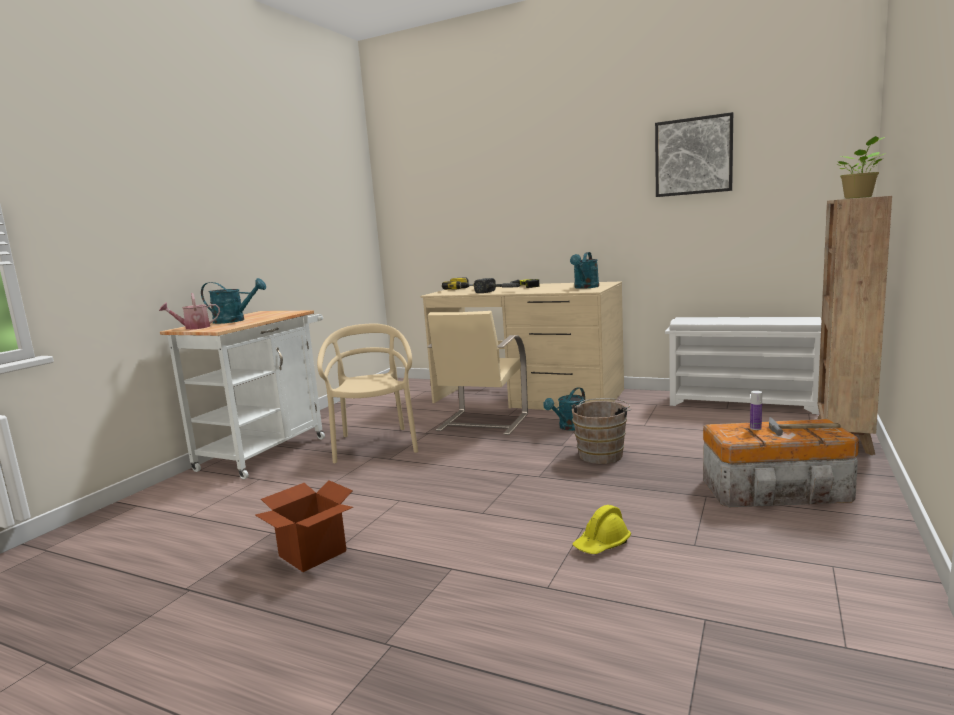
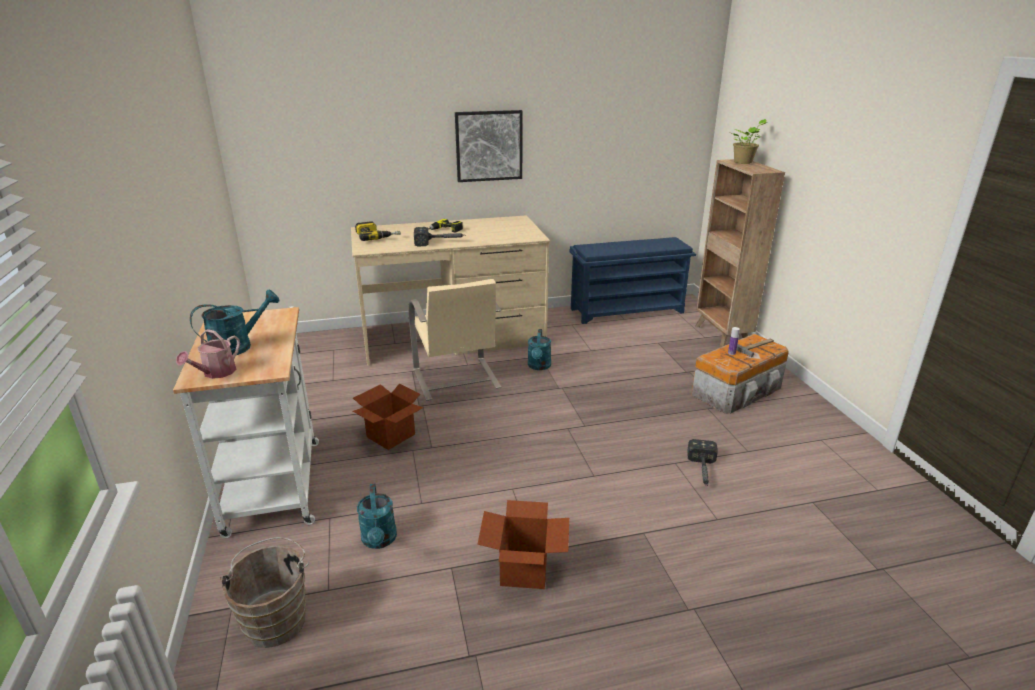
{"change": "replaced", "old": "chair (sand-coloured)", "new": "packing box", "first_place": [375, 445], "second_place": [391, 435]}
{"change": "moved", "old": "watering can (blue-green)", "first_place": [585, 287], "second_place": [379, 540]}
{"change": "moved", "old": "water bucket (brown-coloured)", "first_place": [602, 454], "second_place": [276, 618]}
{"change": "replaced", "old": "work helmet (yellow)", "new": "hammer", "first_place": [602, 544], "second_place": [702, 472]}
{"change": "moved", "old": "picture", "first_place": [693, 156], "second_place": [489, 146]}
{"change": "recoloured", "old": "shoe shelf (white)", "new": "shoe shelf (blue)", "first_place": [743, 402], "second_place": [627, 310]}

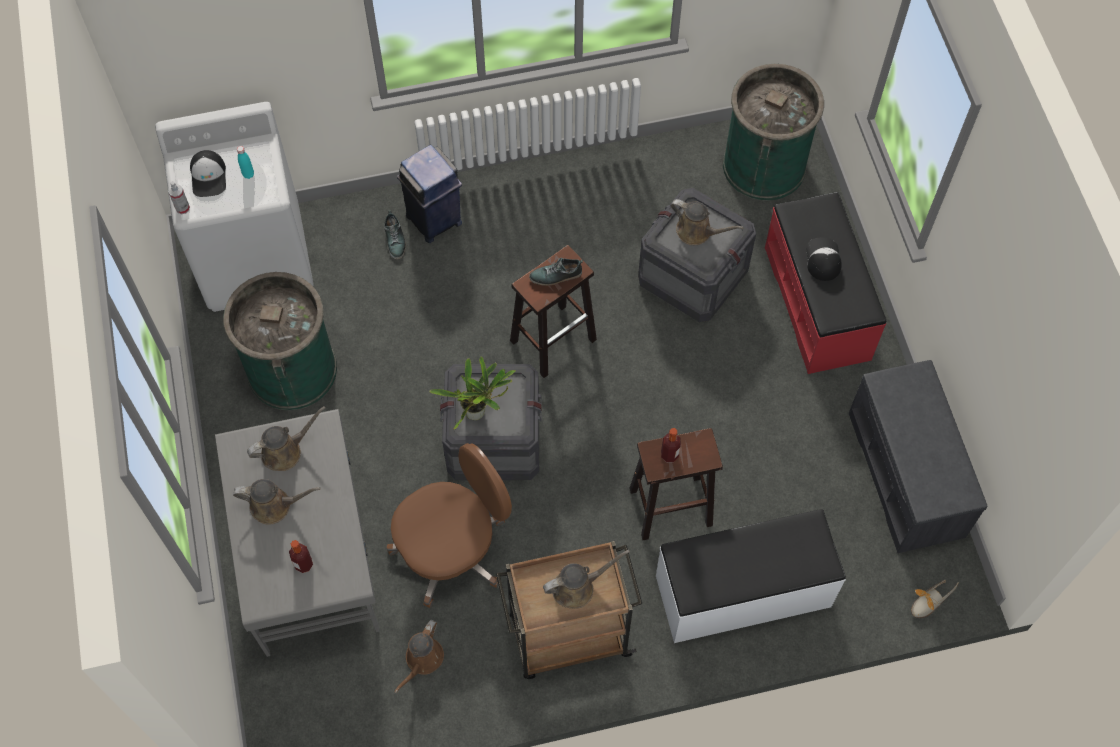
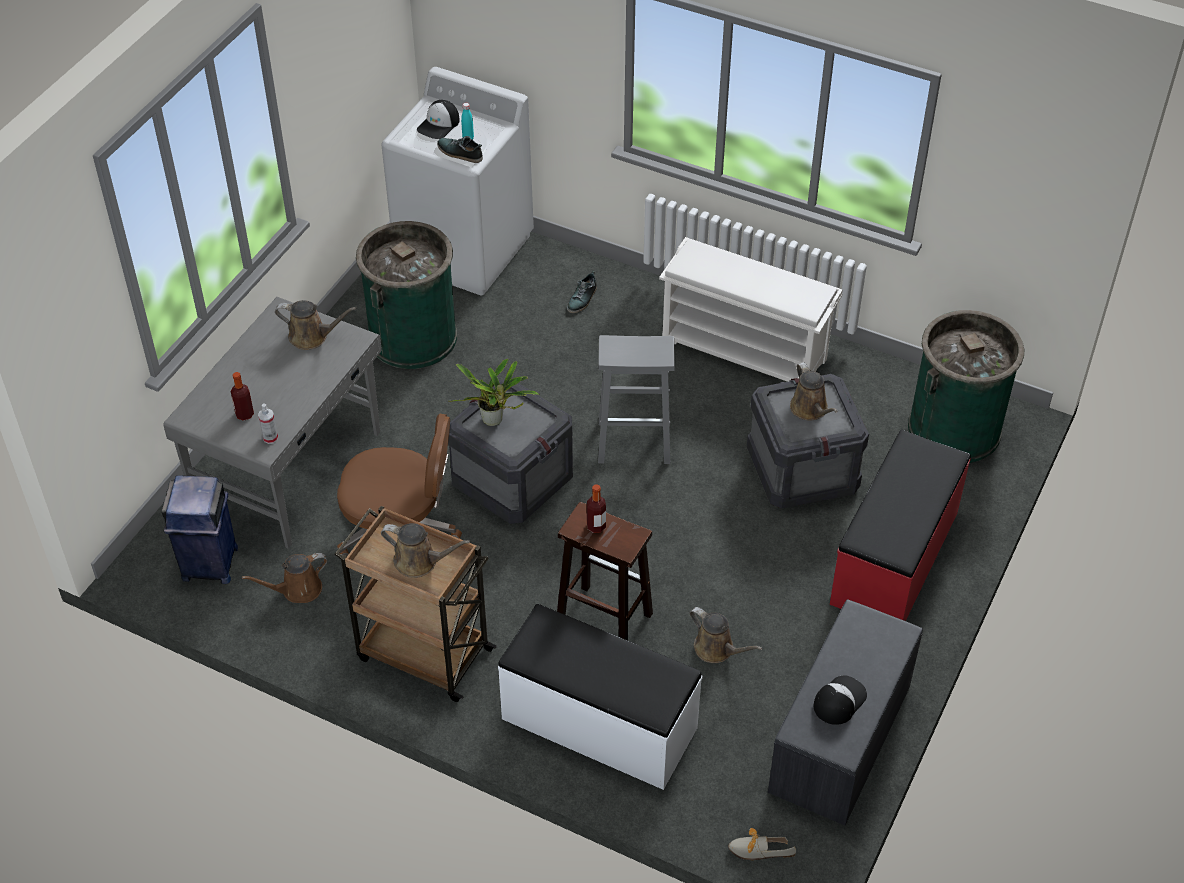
{"change": "moved", "old": "sprayer", "first_place": [182, 208], "second_place": [270, 438]}
{"change": "moved", "old": "watering can (brown-coloured)", "first_place": [275, 505], "second_place": [717, 649]}
{"change": "moved", "old": "waste bin (blue)", "first_place": [434, 220], "second_place": [209, 564]}
{"change": "recoloured", "old": "sitting stool (brown-coloured)", "new": "sitting stool (grey)", "first_place": [554, 339], "second_place": [635, 442]}
{"change": "moved", "old": "item of footwear", "first_place": [556, 276], "second_place": [459, 153]}
{"change": "moved", "old": "baseball cap", "first_place": [822, 259], "second_place": [839, 700]}
{"change": "added", "new": "shoe shelf (white)", "second_place": [746, 351]}

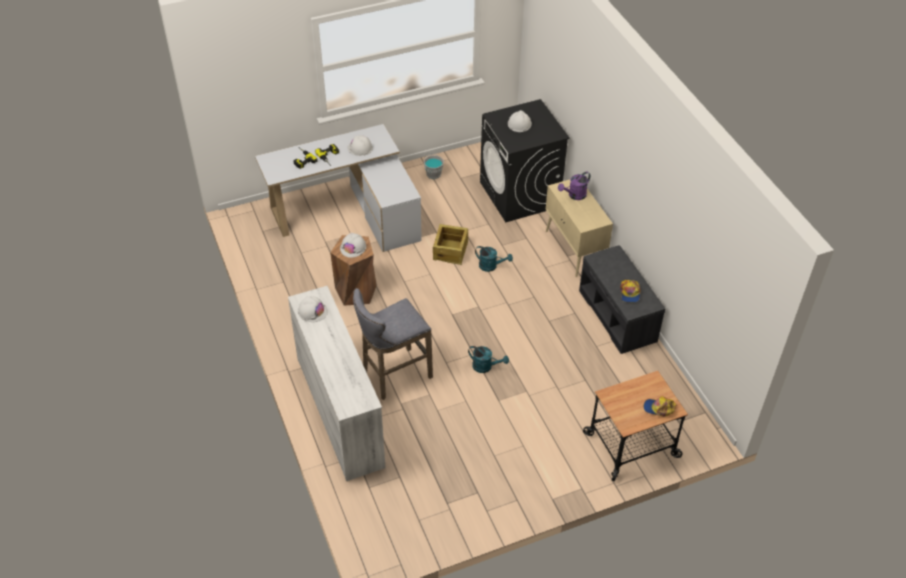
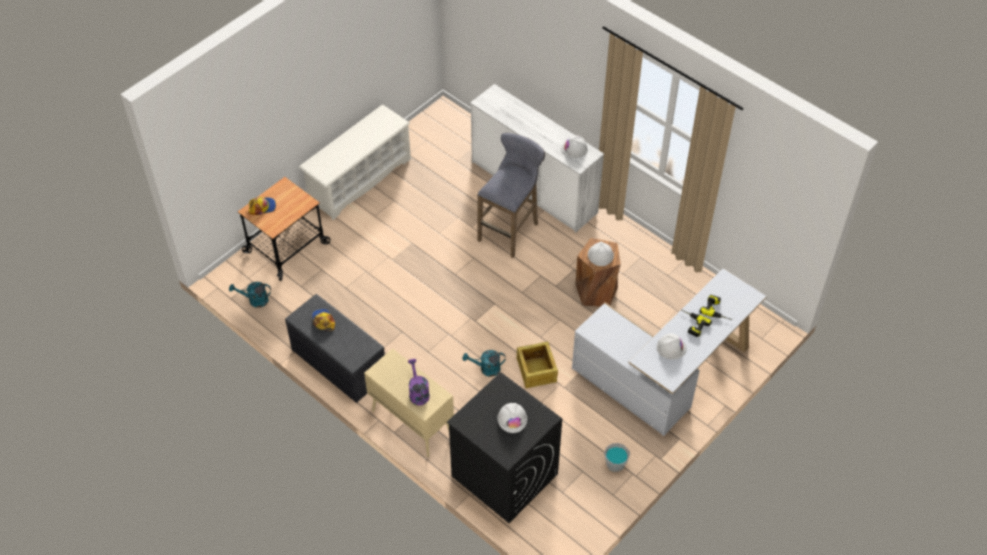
{"change": "moved", "old": "watering can (blue-green)", "first_place": [485, 367], "second_place": [254, 300]}
{"change": "turned", "old": "watering can (purple)", "first_place": [574, 195], "second_place": [418, 392], "degrees": -45}
{"change": "added", "new": "shoe shelf (white)", "second_place": [359, 179]}

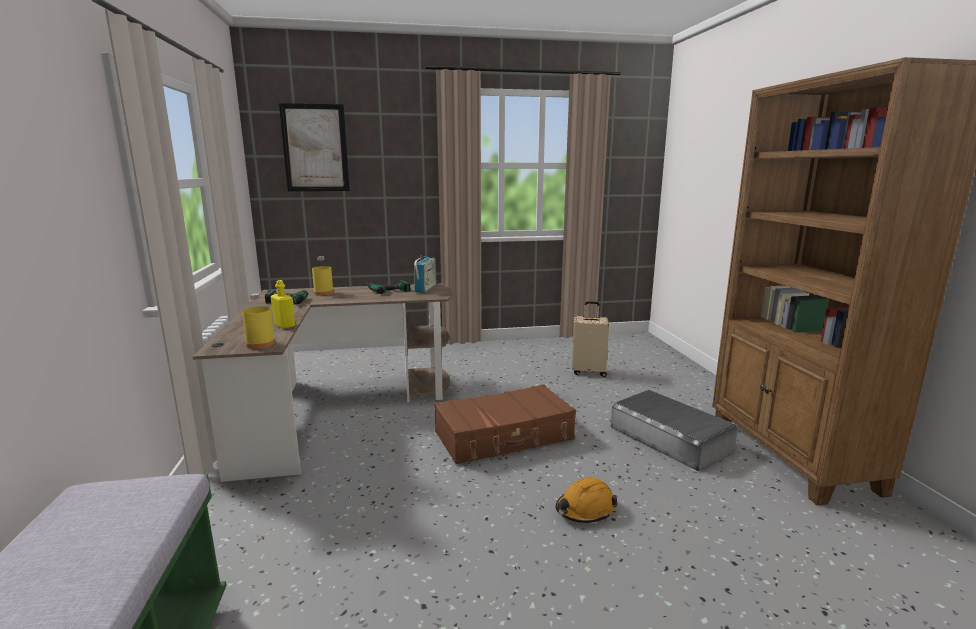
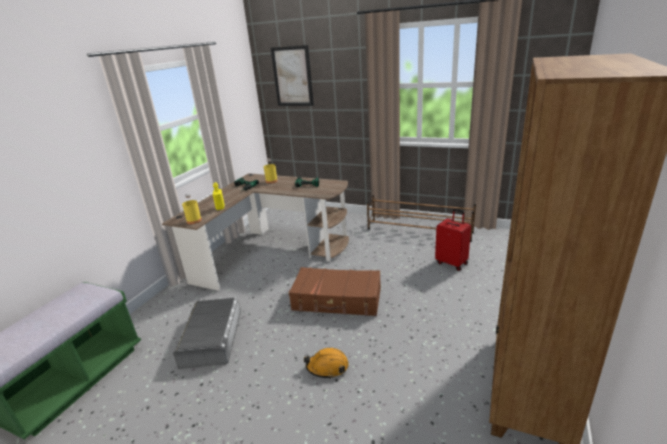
{"change": "removed", "old": "radio set", "first_place": [425, 288]}
{"change": "recoloured", "old": "piece of luggage (sand-coloured)", "new": "piece of luggage (reddish)", "first_place": [589, 371], "second_place": [452, 263]}
{"change": "moved", "old": "storage container (grey)", "first_place": [669, 438], "second_place": [211, 338]}
{"change": "added", "new": "shoe shelf (brown-coloured)", "second_place": [419, 231]}

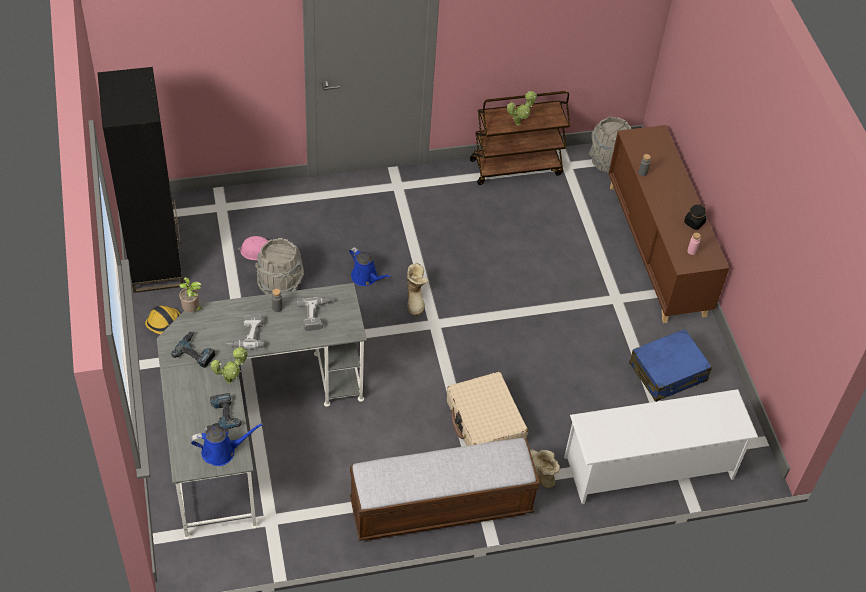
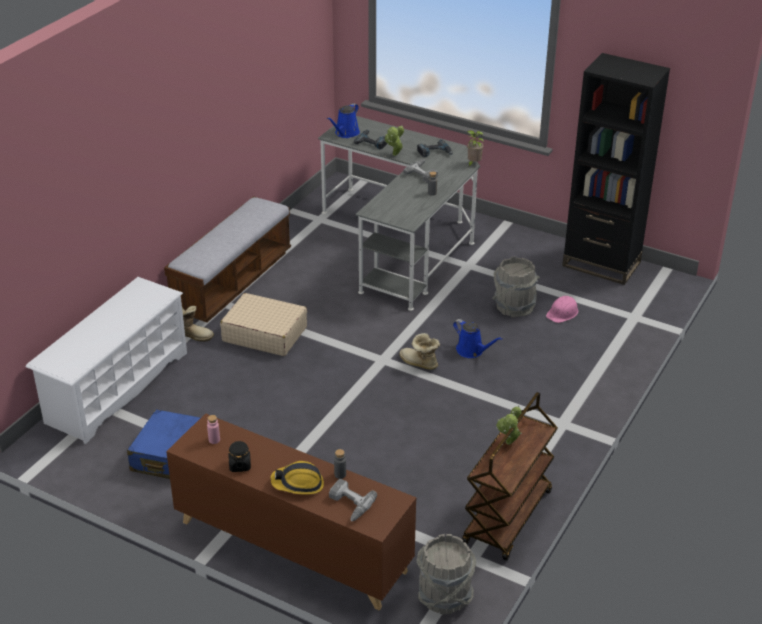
{"change": "moved", "old": "work helmet", "first_place": [165, 324], "second_place": [298, 484]}
{"change": "moved", "old": "power drill", "first_place": [317, 315], "second_place": [348, 505]}
{"change": "turned", "old": "watering can (blue)", "first_place": [366, 277], "second_place": [472, 351], "degrees": -135}

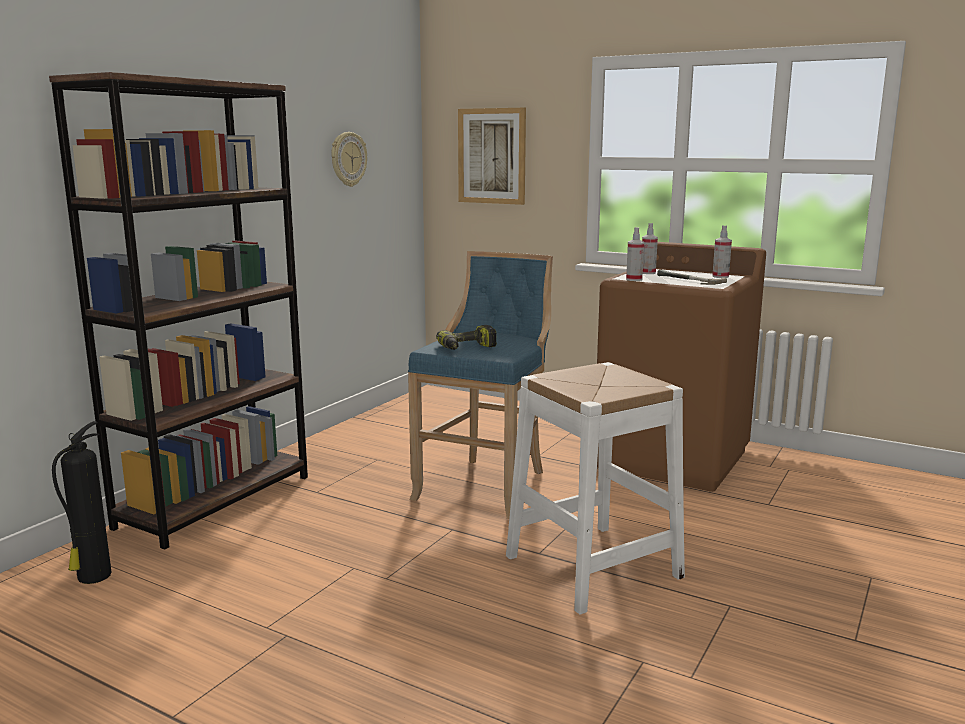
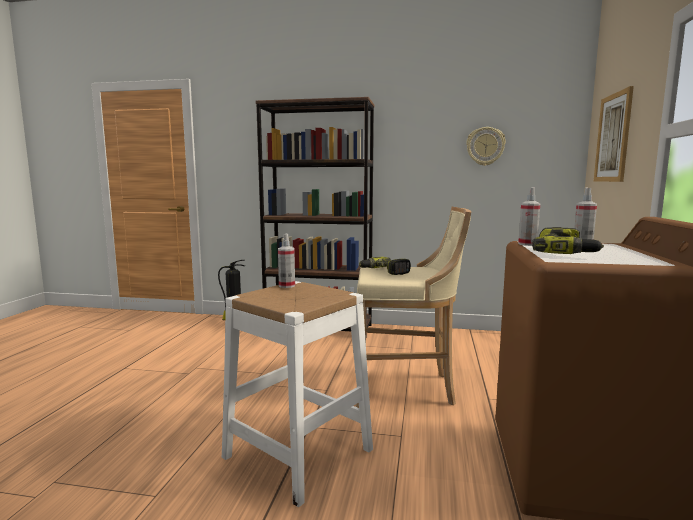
{"change": "recoloured", "old": "sitting stool (blue)", "new": "sitting stool (sand-coloured)", "first_place": [486, 485], "second_place": [407, 388]}
{"change": "replaced", "old": "hammer", "new": "power drill", "first_place": [686, 280], "second_place": [565, 253]}
{"change": "moved", "old": "sprayer", "first_place": [720, 276], "second_place": [287, 286]}

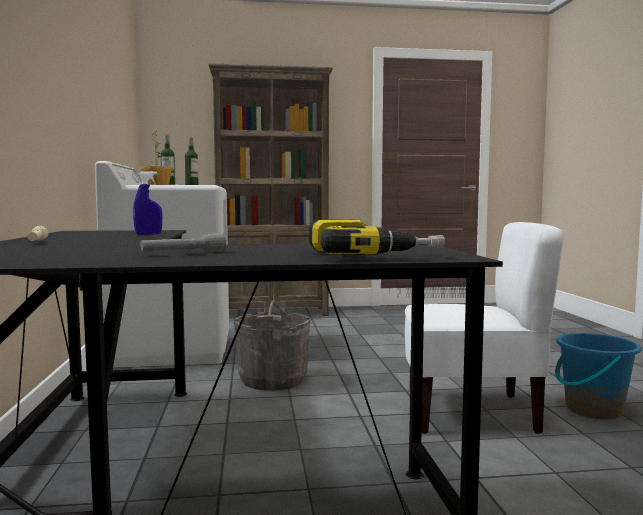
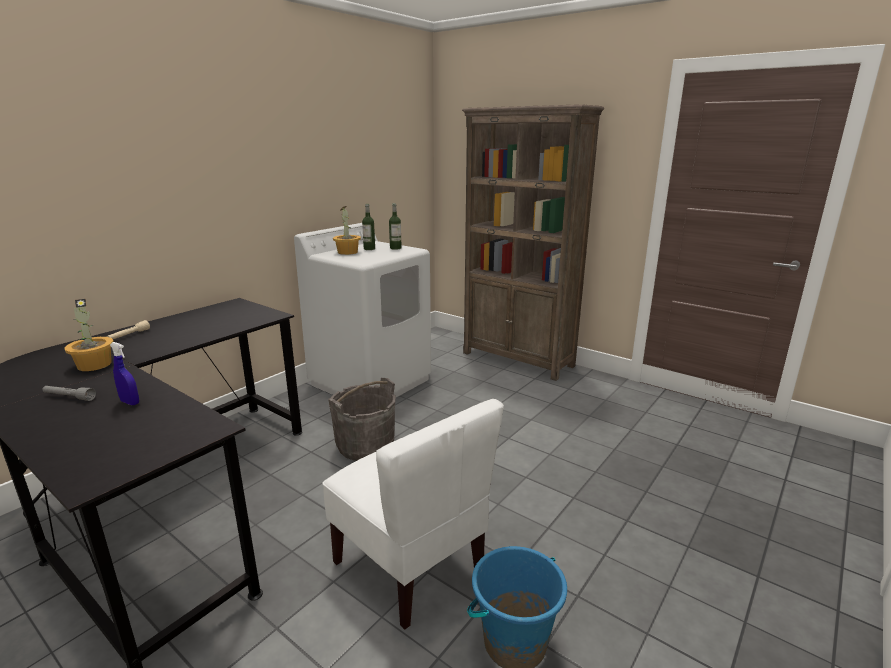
{"change": "moved", "old": "sprayer (blue)", "first_place": [148, 234], "second_place": [130, 402]}
{"change": "removed", "old": "power drill", "first_place": [370, 255]}
{"change": "added", "new": "plant in a pot", "second_place": [94, 364]}

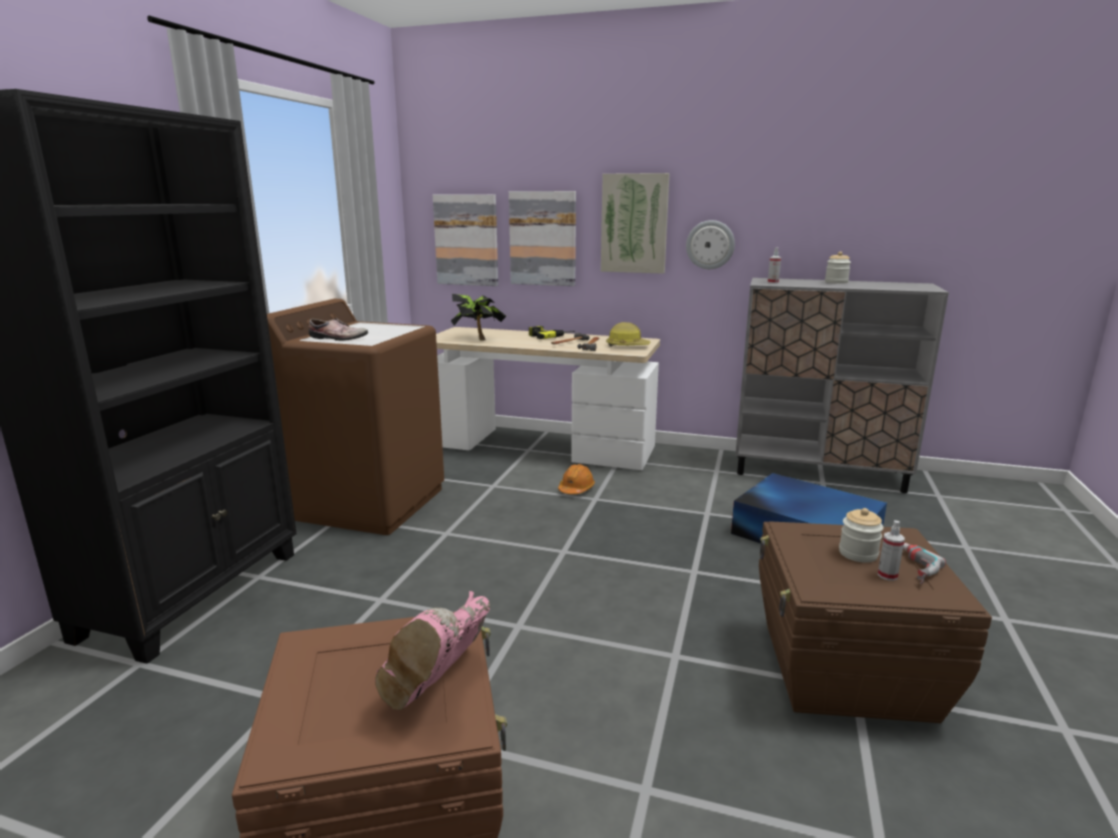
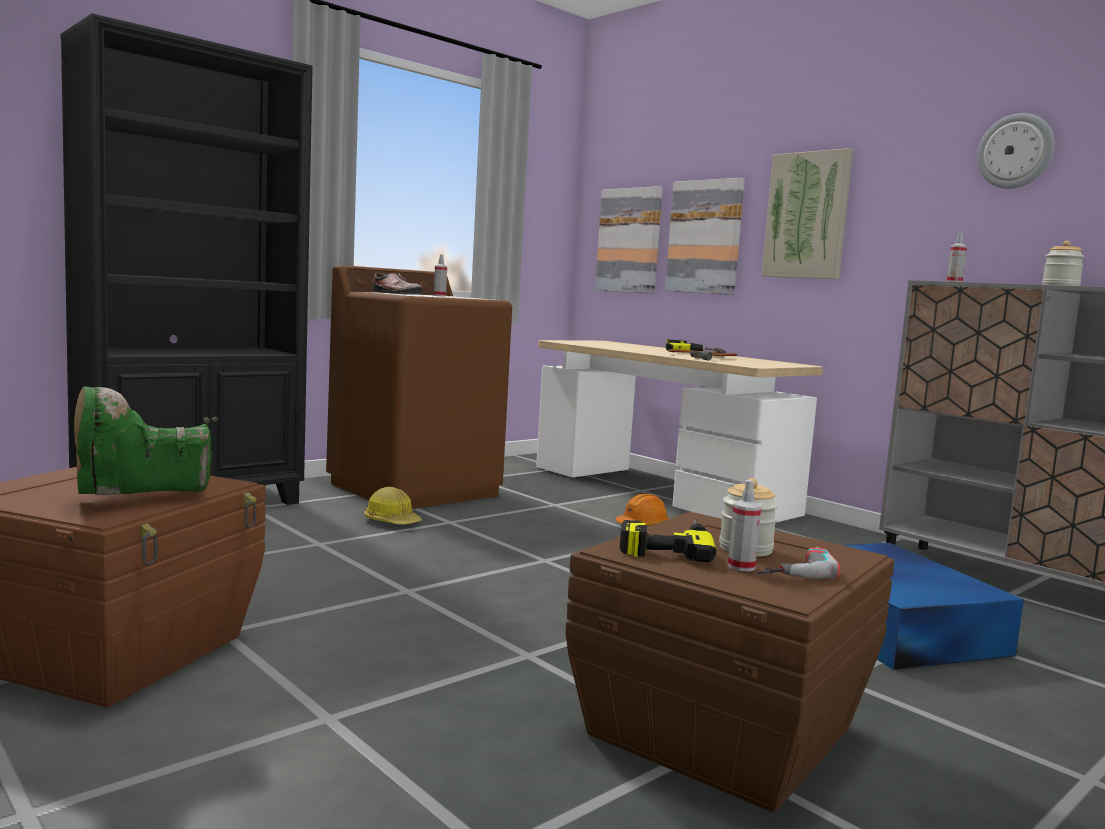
{"change": "recoloured", "old": "boot (pink-coloured)", "new": "boot (greenish)", "first_place": [439, 687], "second_place": [138, 500]}
{"change": "removed", "old": "plant in a pot", "first_place": [478, 339]}
{"change": "moved", "old": "work helmet", "first_place": [627, 346], "second_place": [392, 522]}
{"change": "moved", "old": "clock on the wall", "first_place": [710, 244], "second_place": [1015, 151]}
{"change": "added", "new": "sprayer", "second_place": [439, 296]}
{"change": "added", "new": "power drill", "second_place": [665, 544]}

